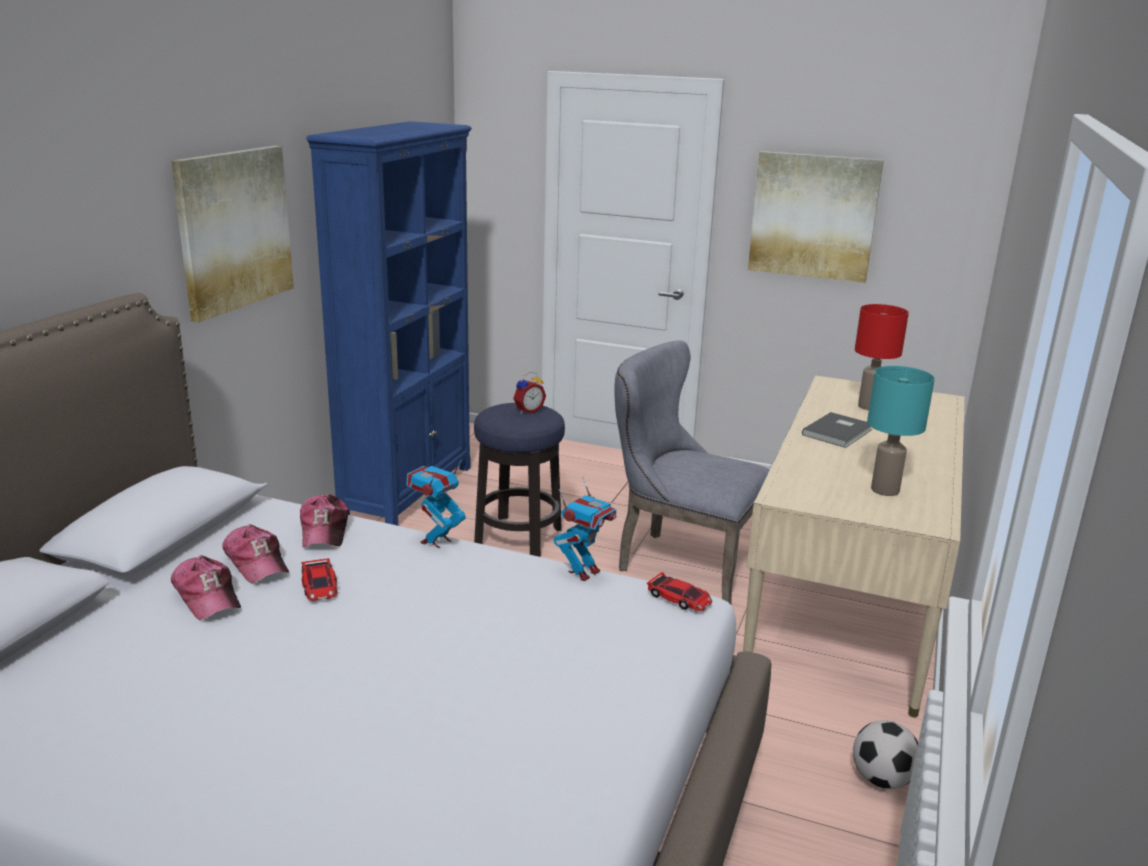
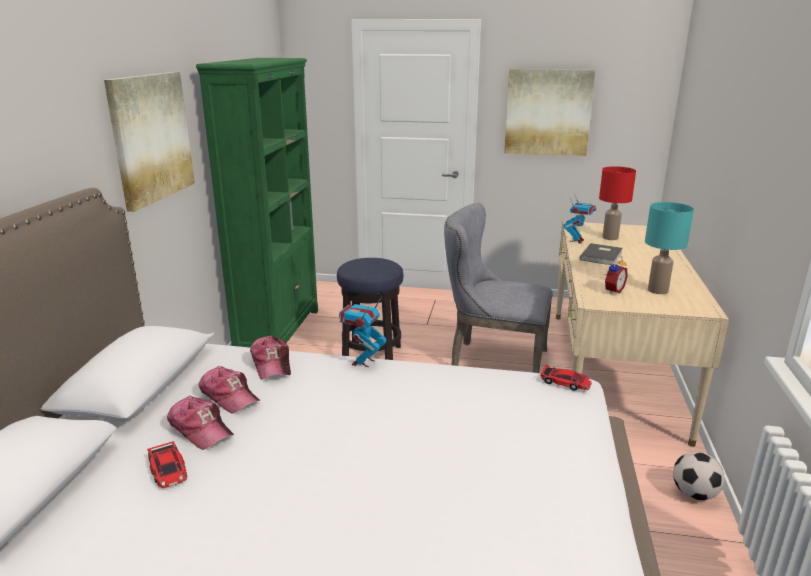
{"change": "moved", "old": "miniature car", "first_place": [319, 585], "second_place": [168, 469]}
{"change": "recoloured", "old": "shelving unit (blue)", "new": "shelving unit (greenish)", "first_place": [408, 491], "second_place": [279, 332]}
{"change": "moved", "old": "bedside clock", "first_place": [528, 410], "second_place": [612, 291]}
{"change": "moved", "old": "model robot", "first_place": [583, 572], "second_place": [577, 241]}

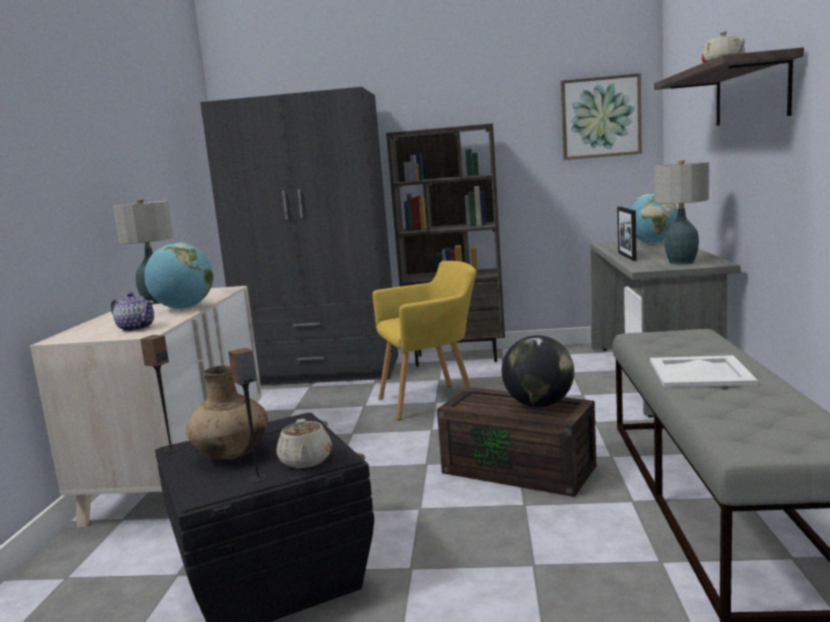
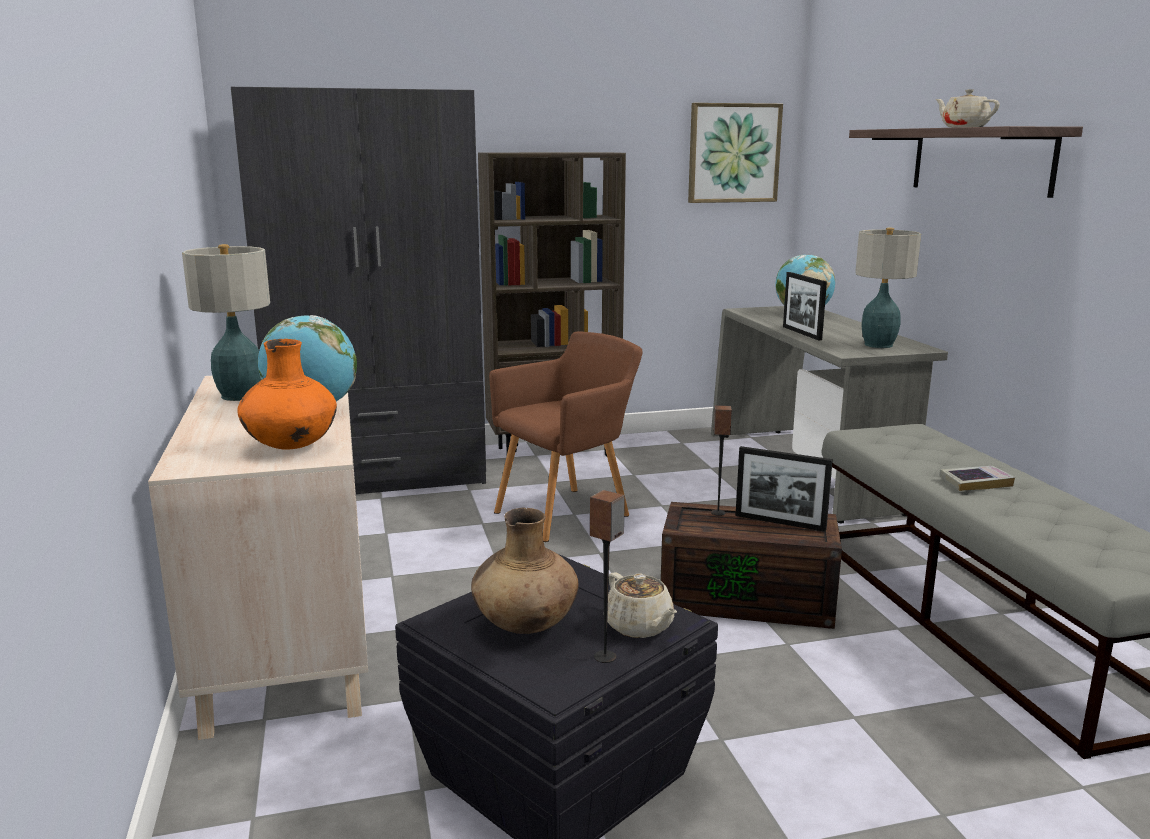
{"change": "replaced", "old": "teapot", "new": "vase (orange)", "first_place": [136, 328], "second_place": [291, 446]}
{"change": "moved", "old": "speaker", "first_place": [171, 450], "second_place": [717, 512]}
{"change": "recoloured", "old": "armchair (yellow)", "new": "armchair (brown-coloured)", "first_place": [431, 400], "second_place": [567, 512]}
{"change": "replaced", "old": "world globe", "new": "photo frame", "first_place": [539, 405], "second_place": [780, 522]}
{"change": "replaced", "old": "tray (white)", "new": "bound book", "first_place": [701, 372], "second_place": [975, 482]}

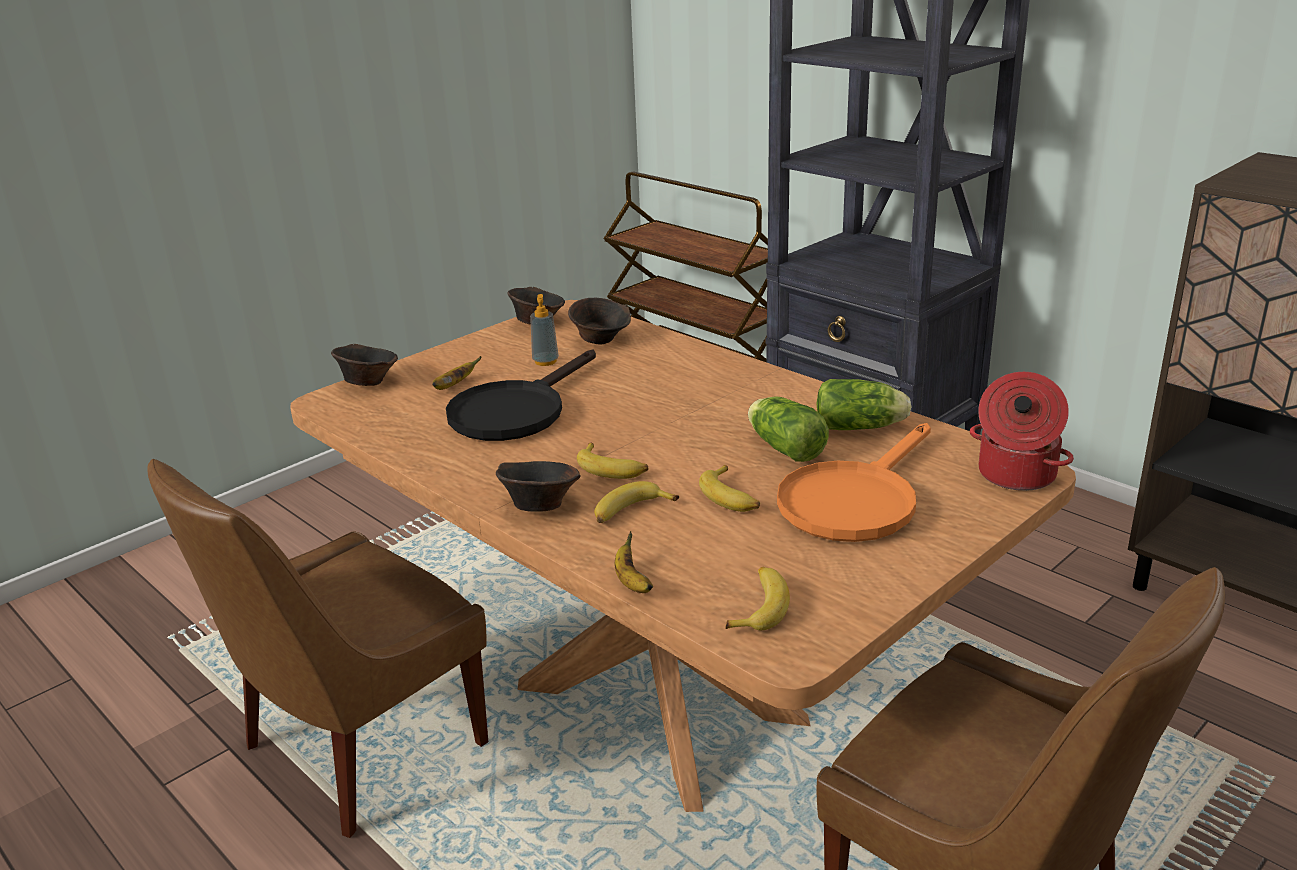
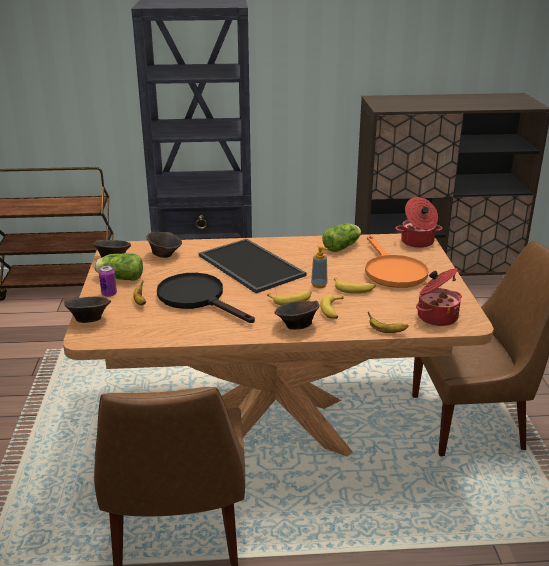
{"change": "turned", "old": "frying pan (blackish)", "first_place": [516, 411], "second_place": [198, 298], "degrees": 150}
{"change": "moved", "old": "soap dispenser", "first_place": [545, 361], "second_place": [319, 285]}
{"change": "replaced", "old": "banana", "new": "saucepot", "first_place": [759, 607], "second_place": [436, 316]}
{"change": "moved", "old": "head of lettuce", "first_place": [783, 447], "second_place": [119, 278]}
{"change": "added", "new": "can", "second_place": [109, 294]}
{"change": "added", "new": "tray", "second_place": [249, 265]}

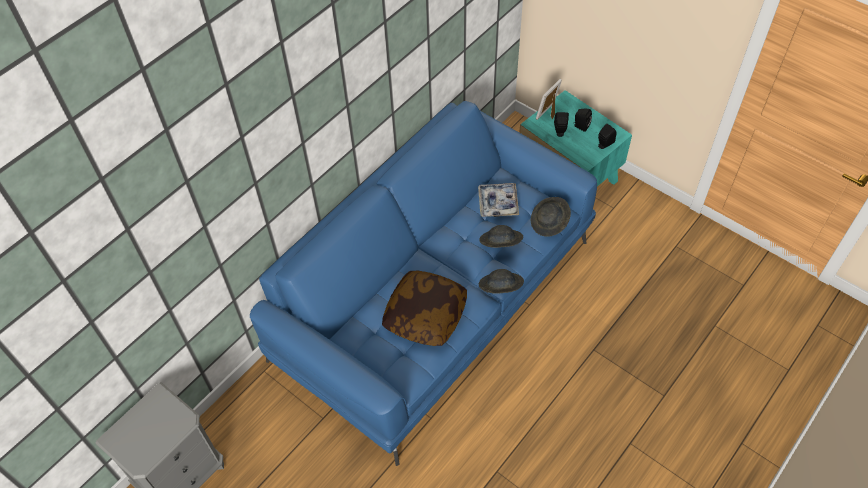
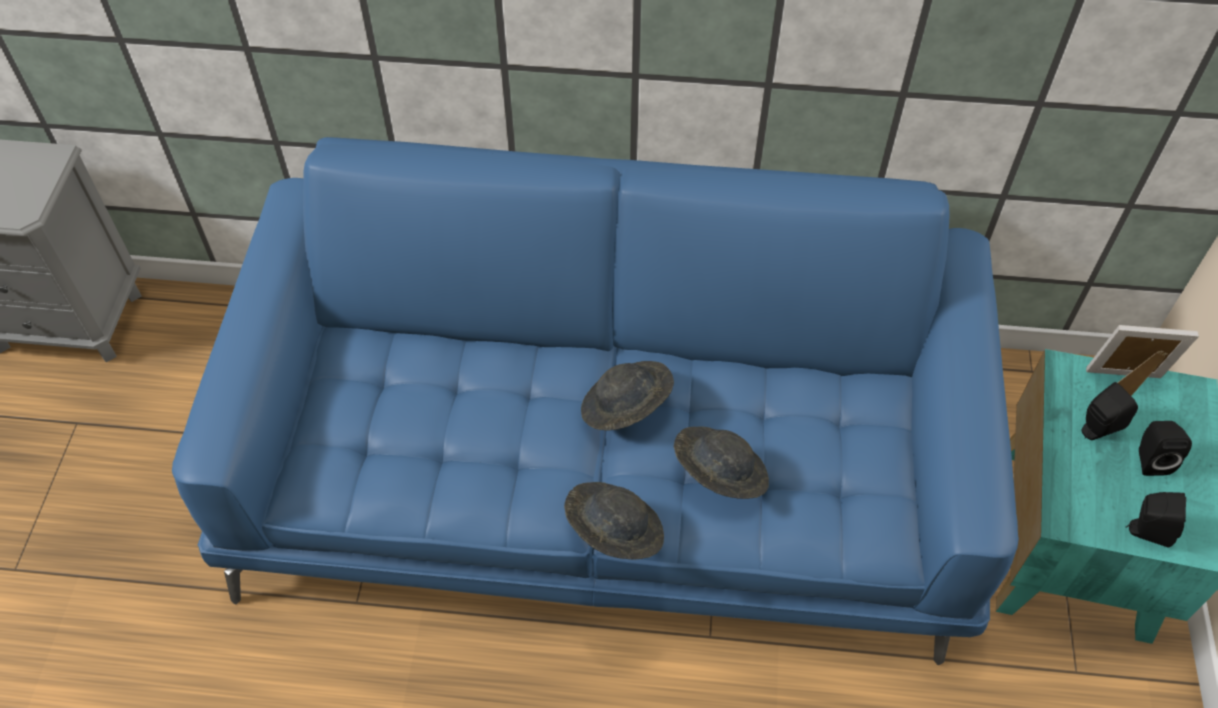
{"change": "removed", "old": "pillow", "first_place": [425, 315]}
{"change": "removed", "old": "tray", "first_place": [498, 203]}
{"change": "moved", "old": "clothing hat (grey)", "first_place": [549, 223], "second_place": [626, 408]}

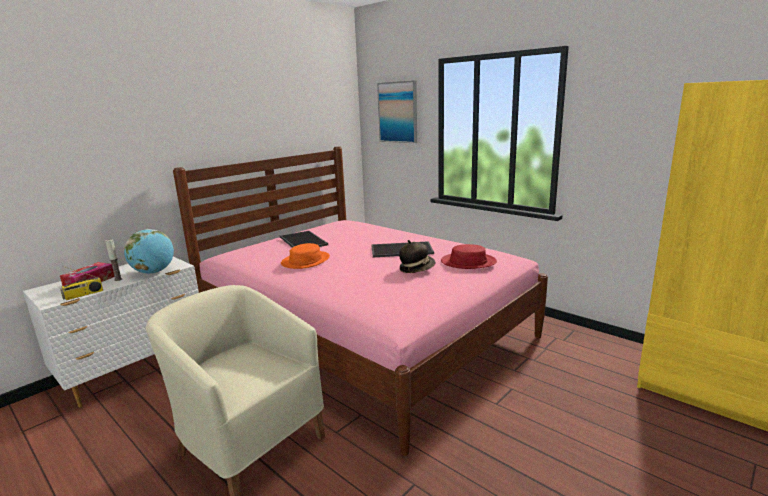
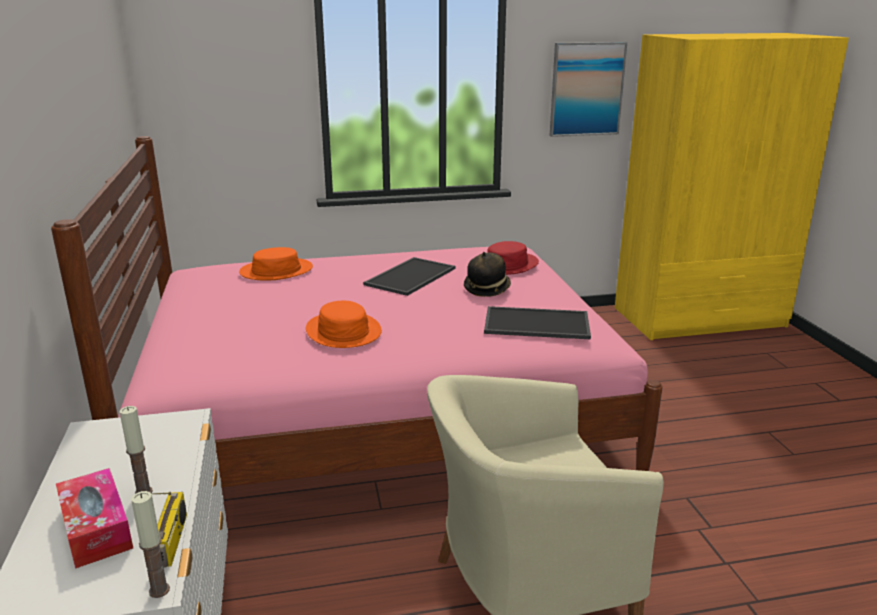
{"change": "removed", "old": "world globe", "first_place": [154, 272]}
{"change": "moved", "old": "tray", "first_place": [302, 241], "second_place": [535, 324]}
{"change": "moved", "old": "picture", "first_place": [398, 112], "second_place": [586, 89]}
{"change": "added", "new": "wax candle", "second_place": [159, 590]}
{"change": "added", "new": "clothing hat (orange)", "second_place": [276, 271]}

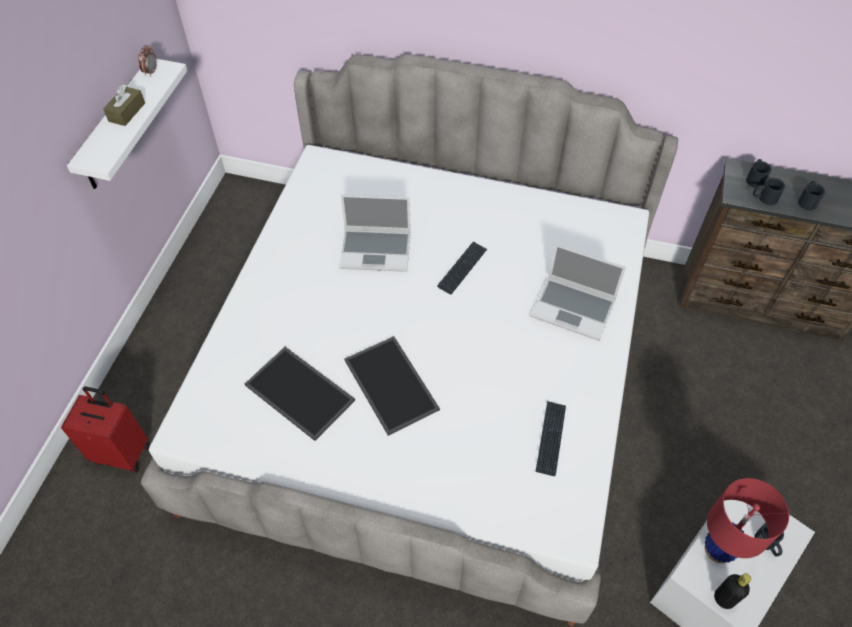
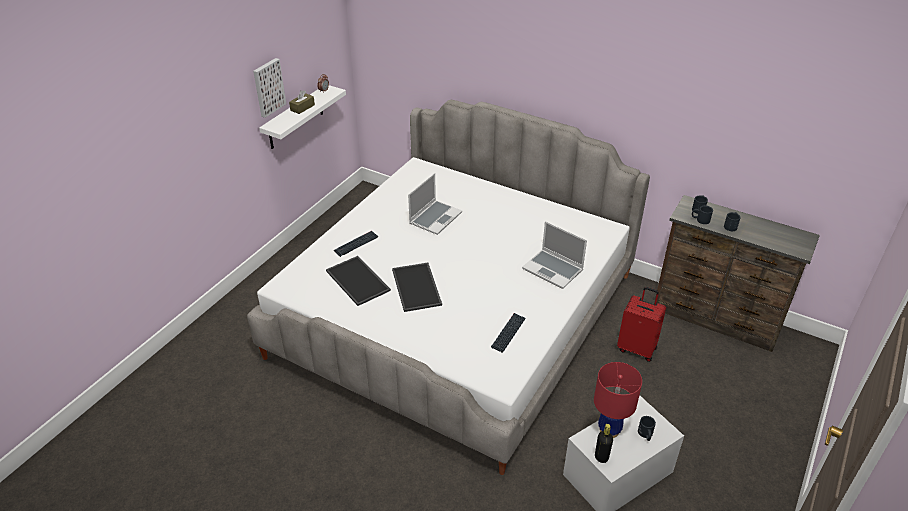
{"change": "moved", "old": "piece of luggage (reddish)", "first_place": [122, 452], "second_place": [637, 348]}
{"change": "turned", "old": "laptop", "first_place": [376, 250], "second_place": [435, 218], "degrees": -75}
{"change": "moved", "old": "computer keyboard", "first_place": [462, 268], "second_place": [356, 244]}
{"change": "added", "new": "picture", "second_place": [268, 87]}

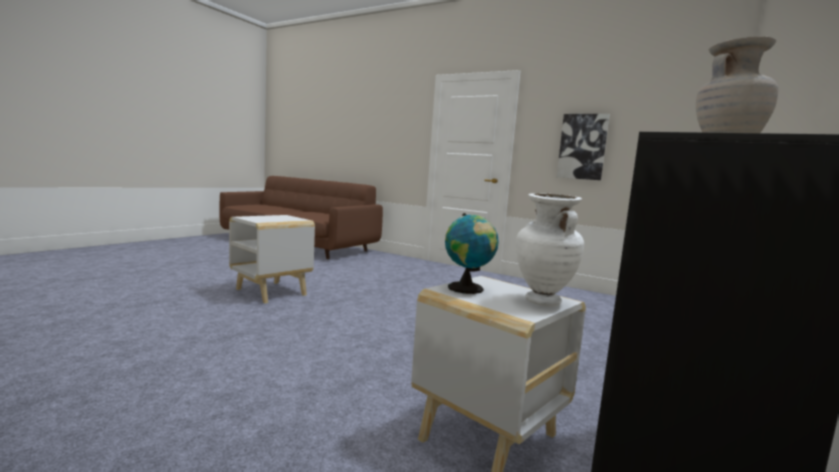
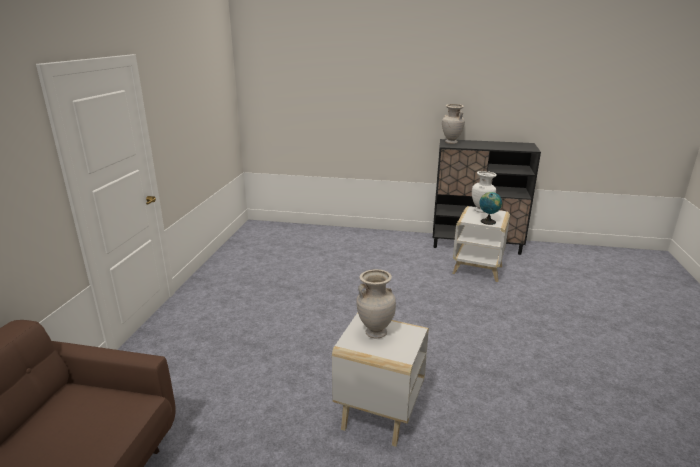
{"change": "removed", "old": "picture", "first_place": [582, 146]}
{"change": "added", "new": "vase (sand-coloured)", "second_place": [375, 332]}

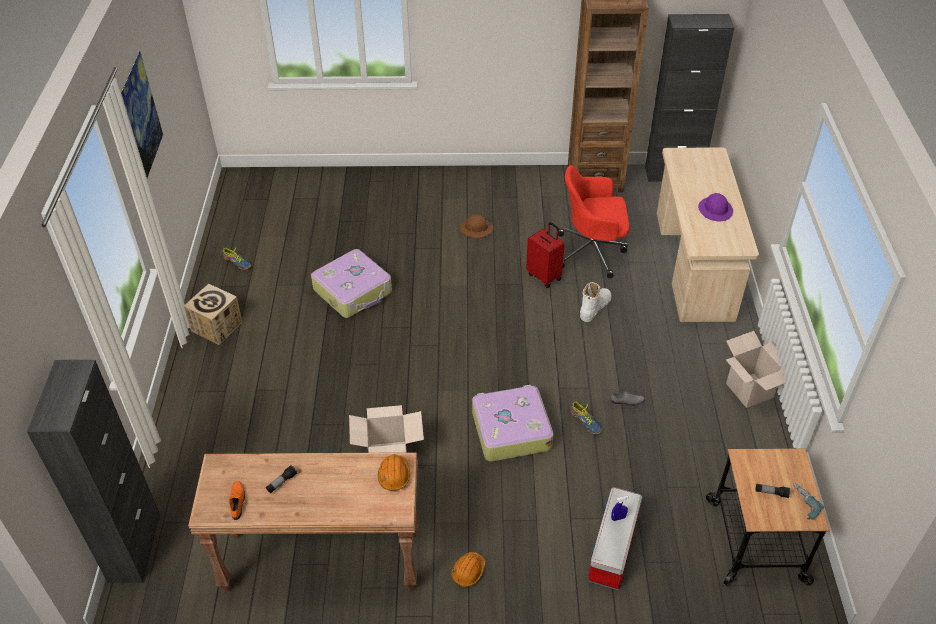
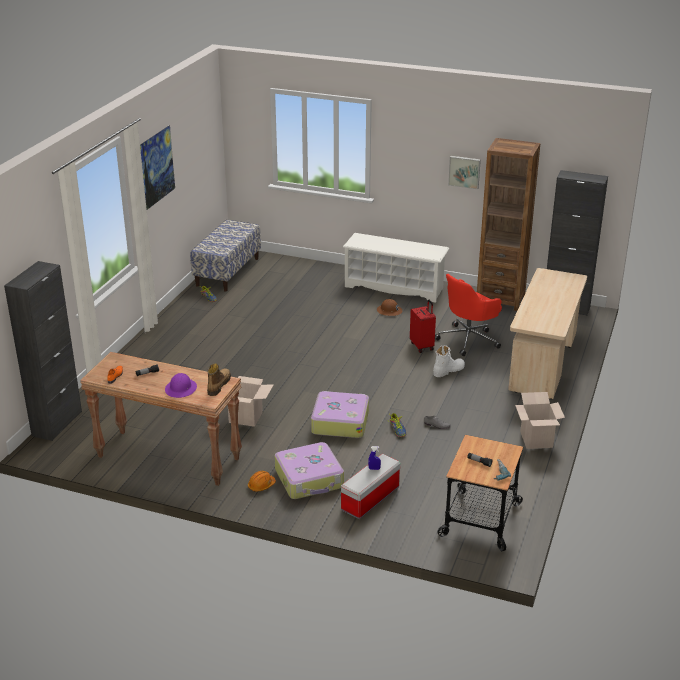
{"change": "removed", "old": "packing box", "first_place": [217, 326]}
{"change": "moved", "old": "piece of luggage", "first_place": [353, 291], "second_place": [309, 479]}
{"change": "replaced", "old": "work helmet (orange)", "new": "boot", "first_place": [394, 476], "second_place": [218, 385]}
{"change": "turned", "old": "office chair (reddish)", "first_place": [592, 251], "second_place": [468, 339], "degrees": -60}
{"change": "moved", "old": "work helmet (purple)", "first_place": [715, 210], "second_place": [181, 389]}
{"change": "added", "new": "indoor bench", "second_place": [227, 272]}
{"change": "added", "new": "shoe shelf (white)", "second_place": [394, 287]}
{"change": "added", "new": "picture", "second_place": [464, 171]}

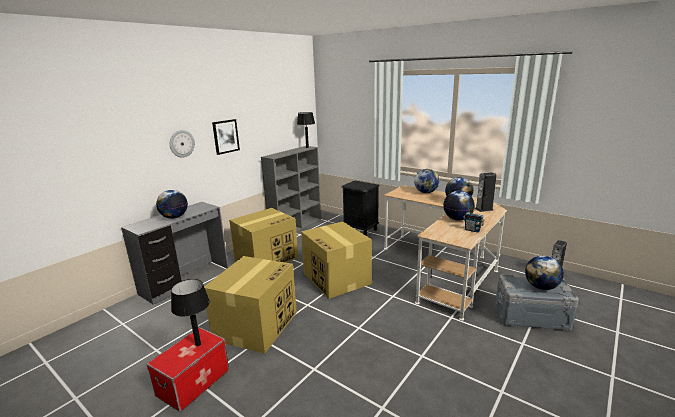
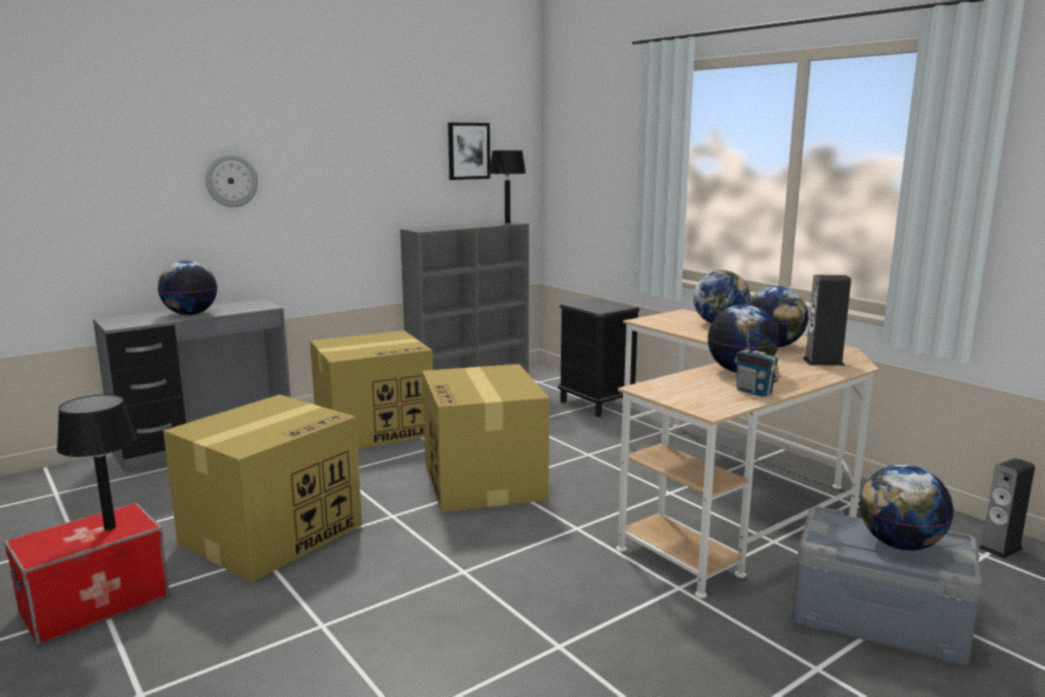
{"change": "moved", "old": "picture", "first_place": [225, 136], "second_place": [468, 151]}

